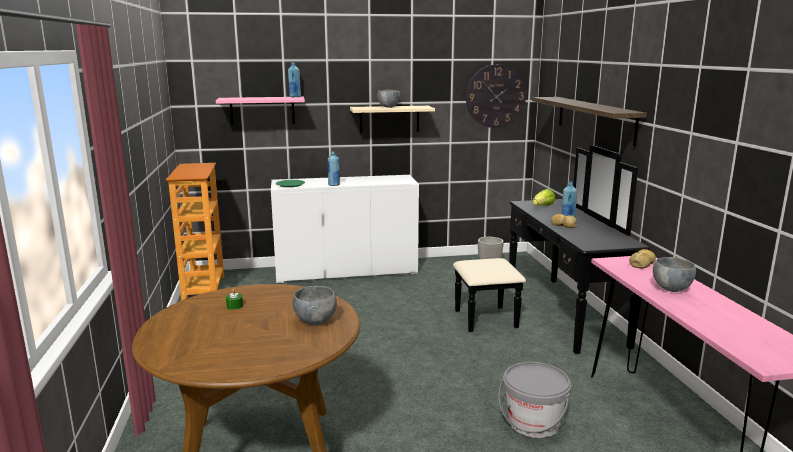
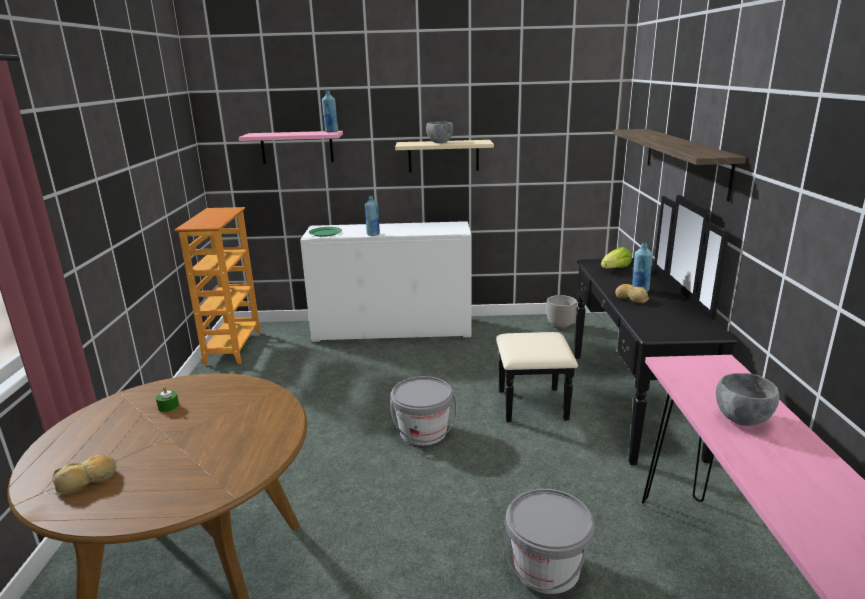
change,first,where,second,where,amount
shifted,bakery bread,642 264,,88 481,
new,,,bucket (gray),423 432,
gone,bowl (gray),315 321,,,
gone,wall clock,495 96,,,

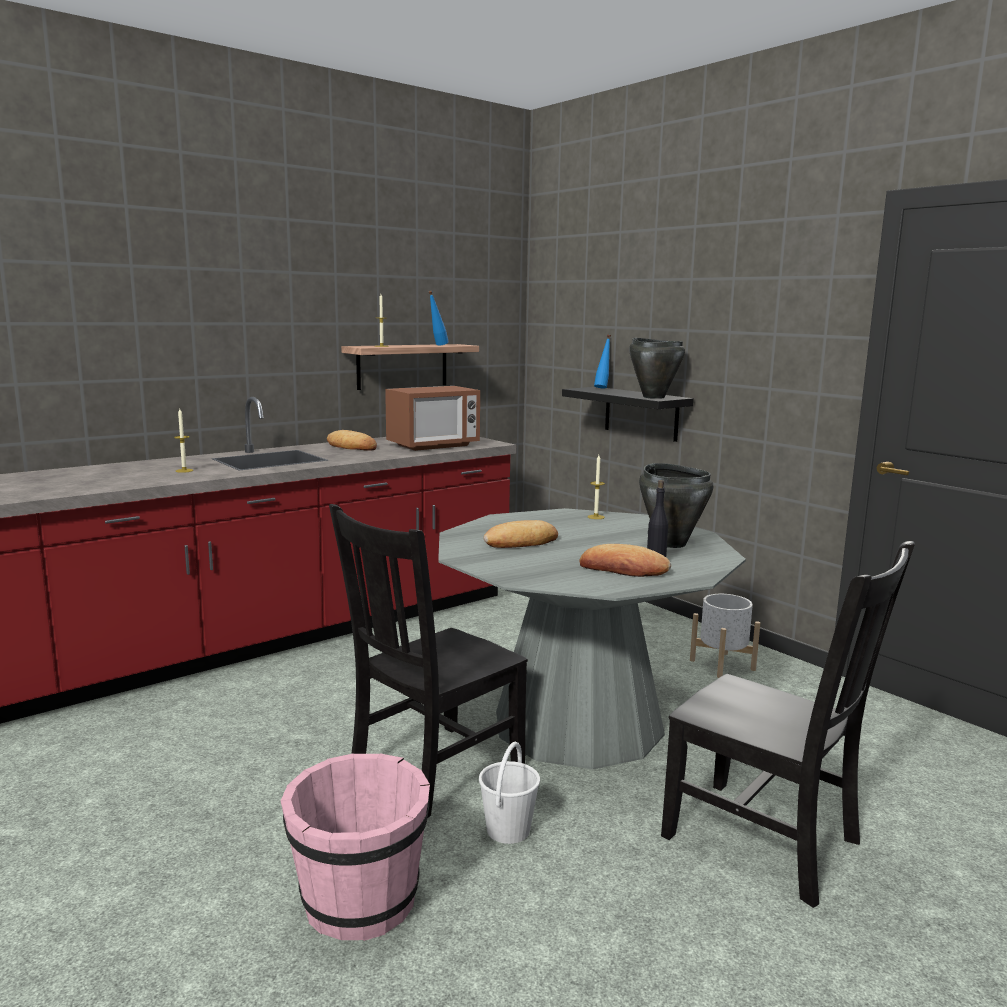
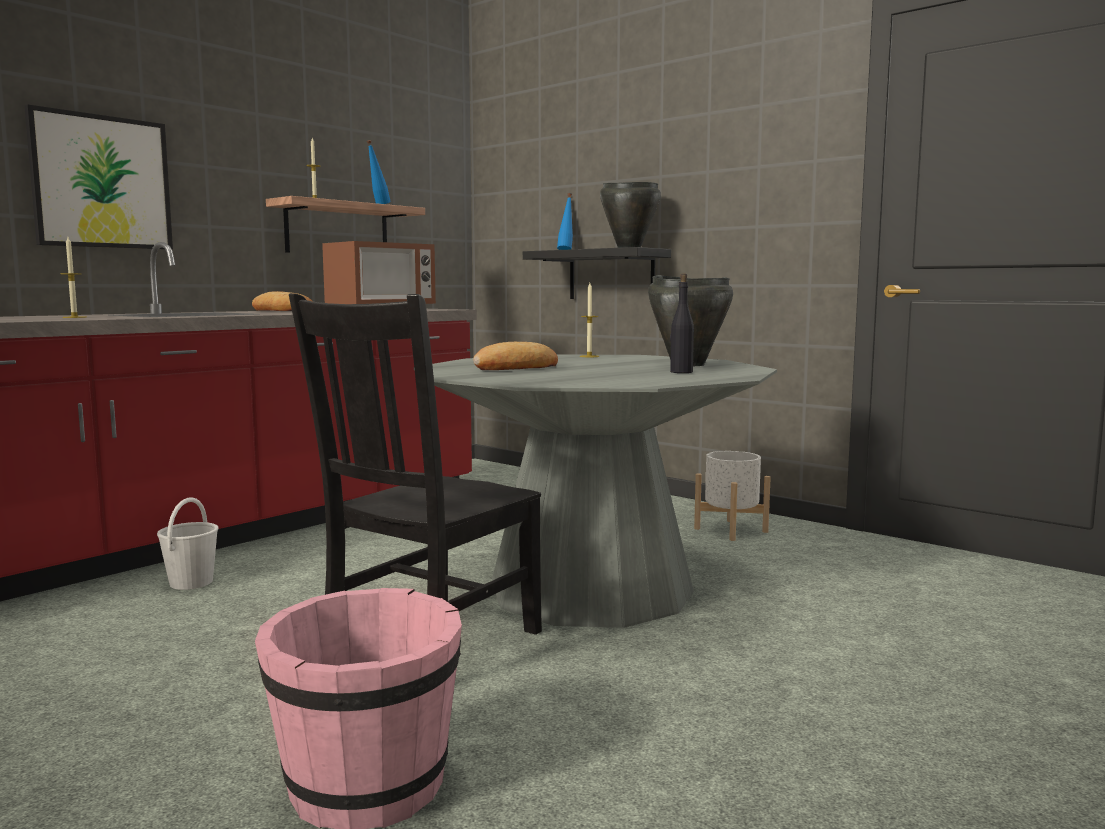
change,first,where,second,where,amount
new,,,picture,101 182,
shifted,bucket (white),508 830,,191 583,
gone,bakery bread,623 569,,,
gone,plain chair (blackish),767 841,,,

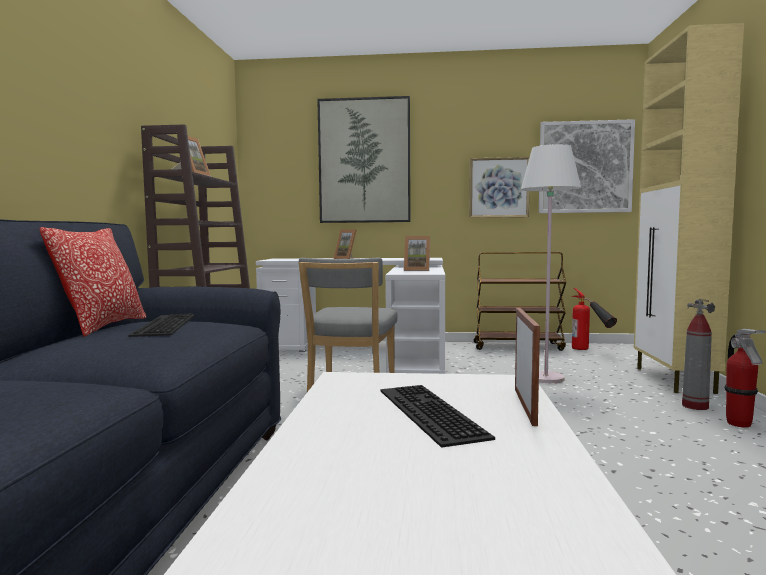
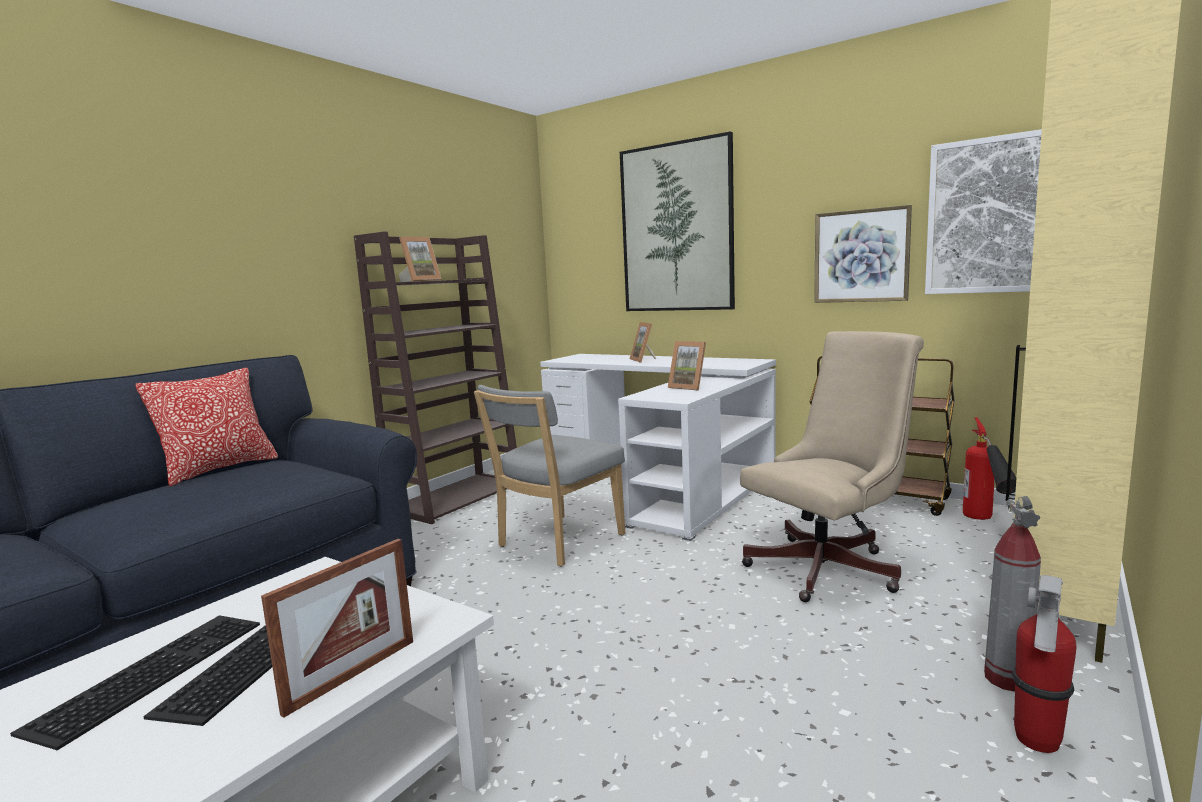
change,first,where,second,where,amount
shifted,PC keyboard,163 325,,151 671,
swapped,standing lamp (white),546 378,computer chair (sand-coloured),830 567,

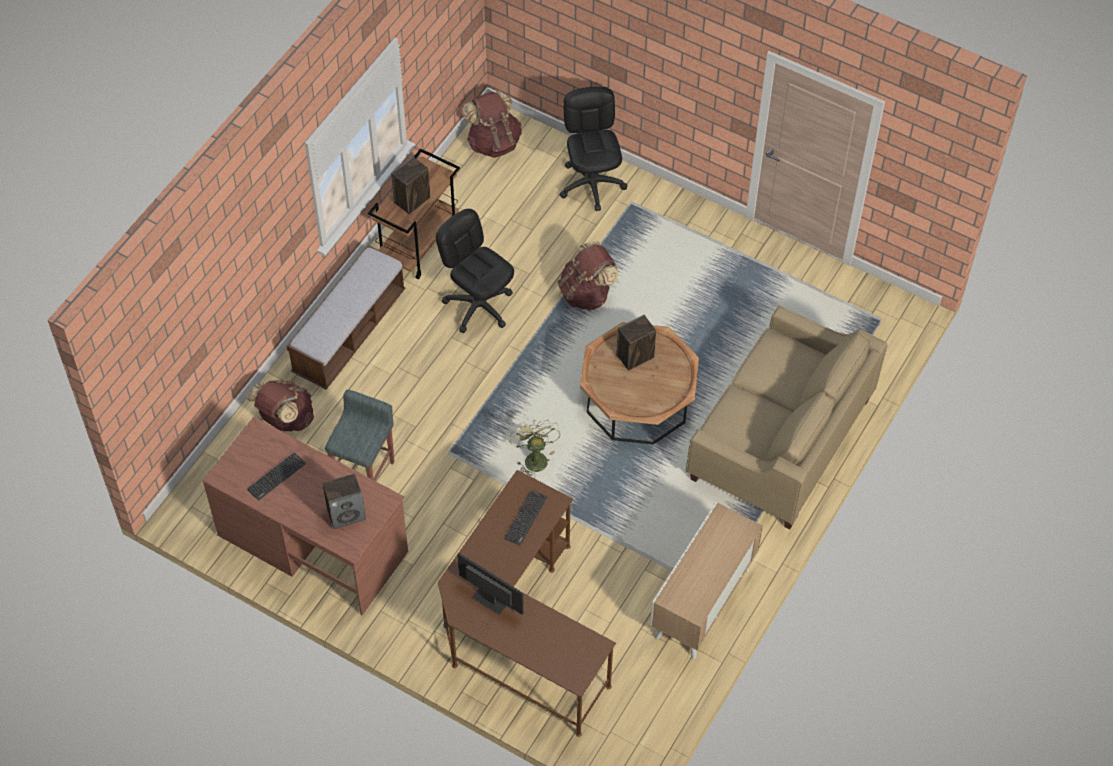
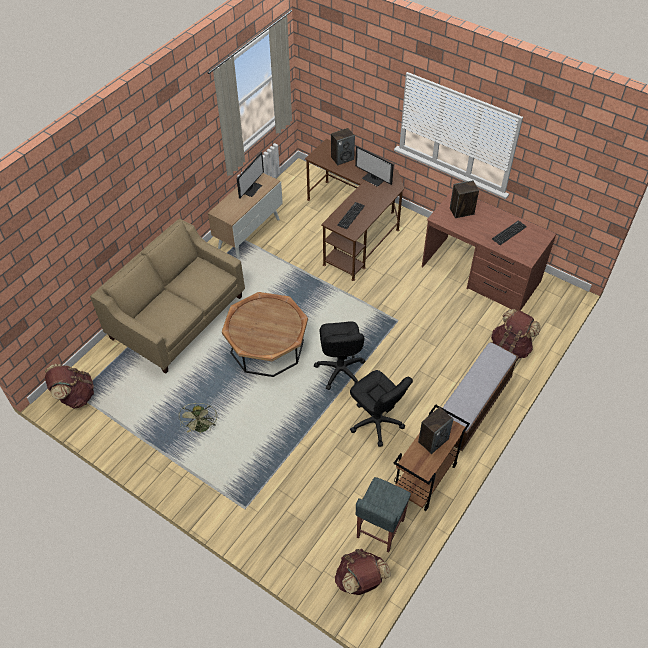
change,first,where,second,where,amount
shifted,knapsack (brown),586 293,,75 396,
shifted,cooling fan (green),534 457,,202 428,
new,,,computer display,251 189,
shifted,computer chair (blackish),592 184,,340 370,
shifted,speaker,635 356,,342 158,
shifted,sitting stool (gray),365 472,,380 529,

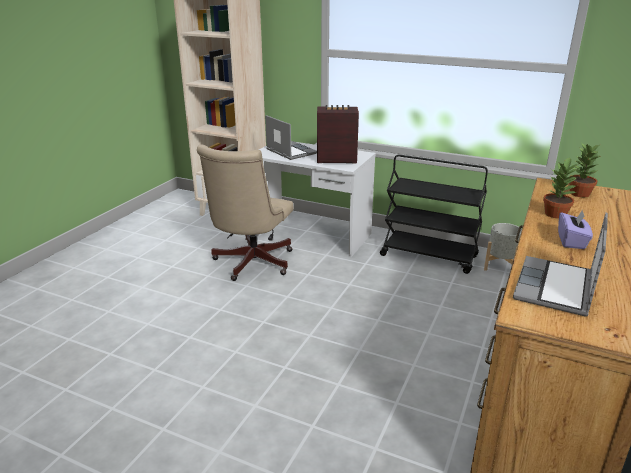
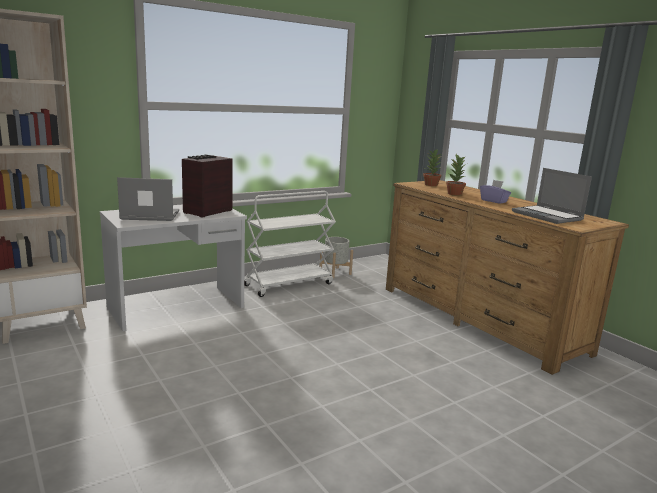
change,first,where,second,where,amount
repainted,wheeled cart (blackish),429 256,wheeled cart (white),289 284,
gone,computer chair (sand-coloured),250 264,,,

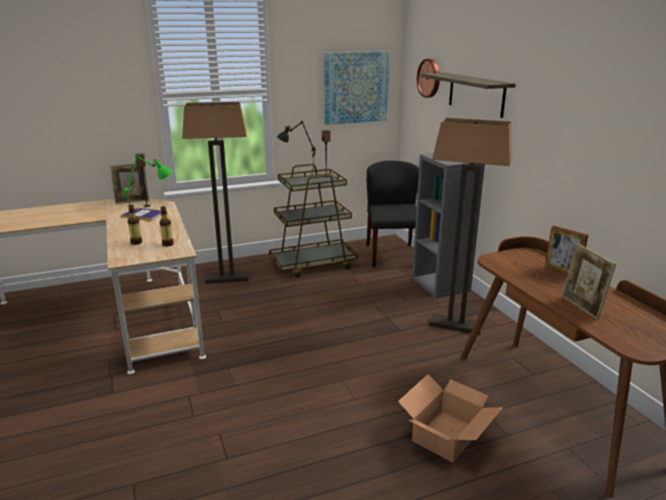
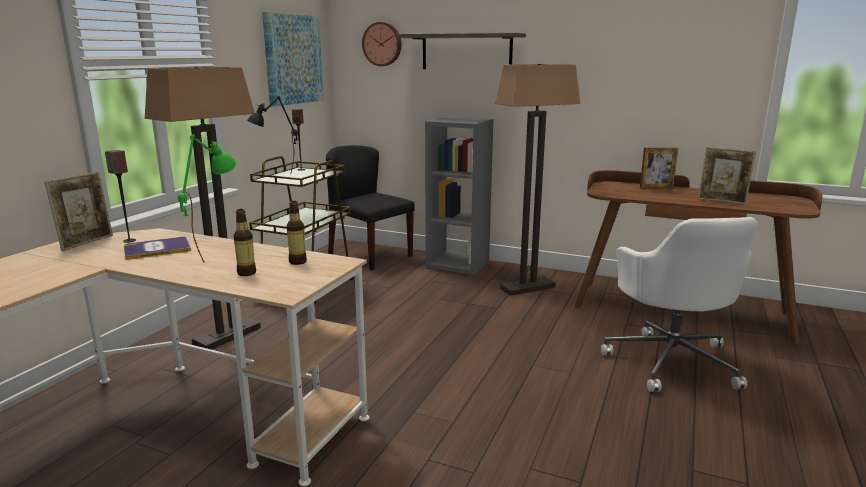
change,first,where,second,where,amount
swapped,cardboard box,445 435,computer chair (white),671 360,

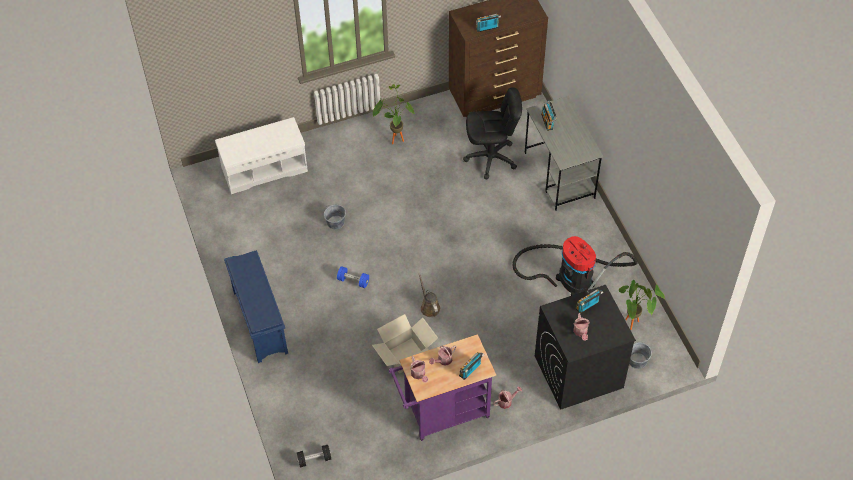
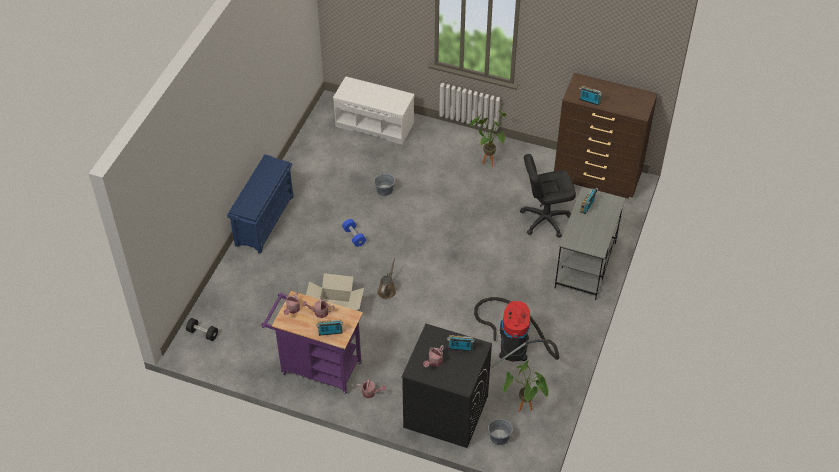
change,first,where,second,where,amount
rotated,computer chair (blackish),491 158,,545 219,135 degrees clockwise

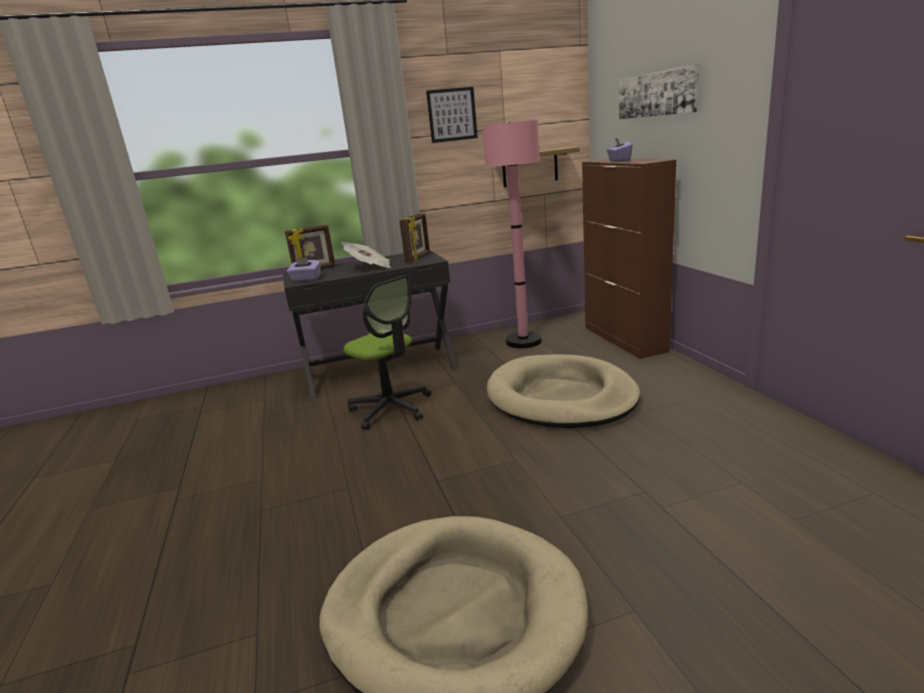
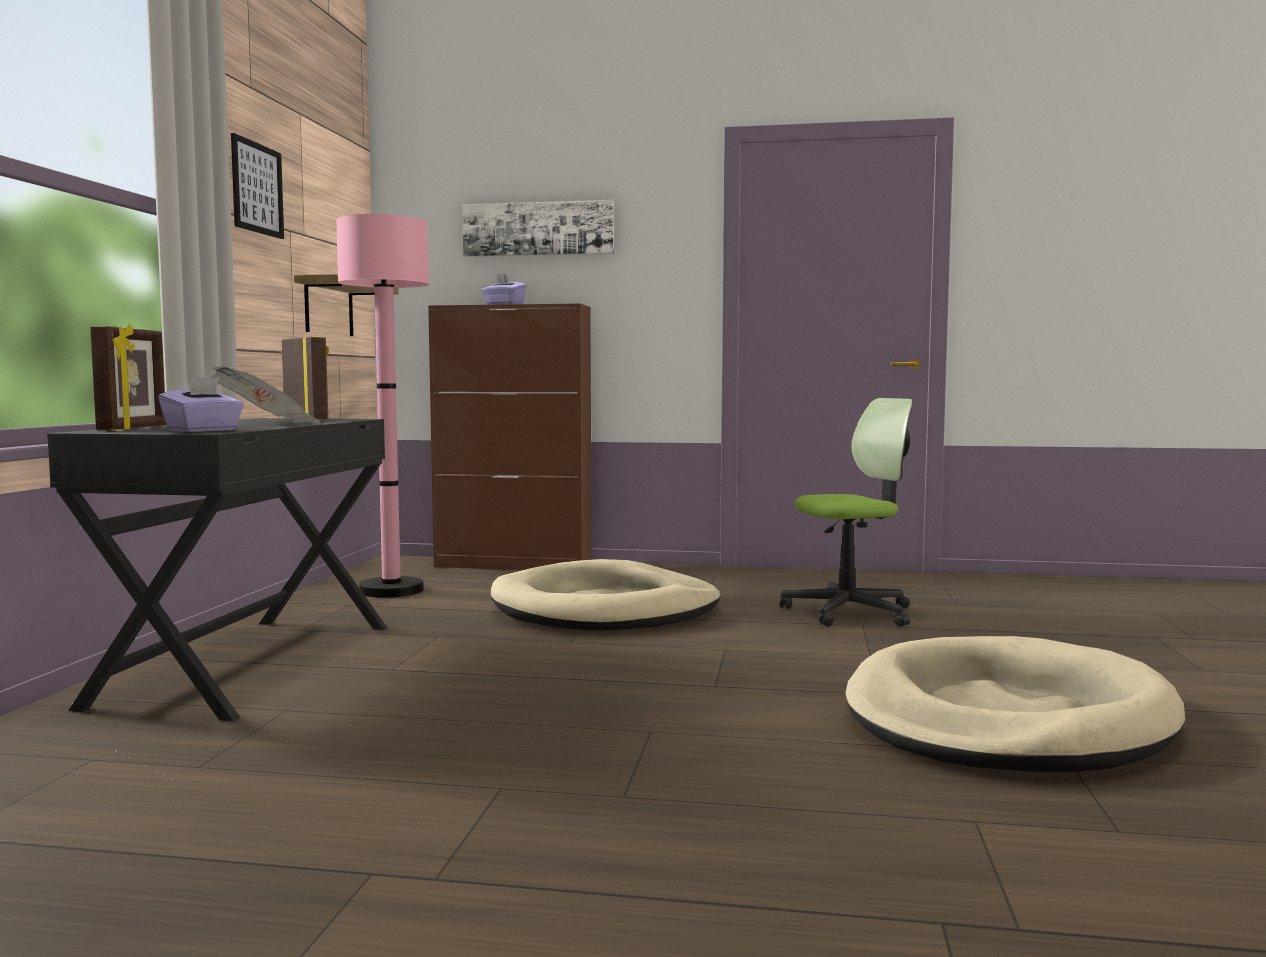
change,first,where,second,where,amount
shifted,computer chair,391 408,,849 612,

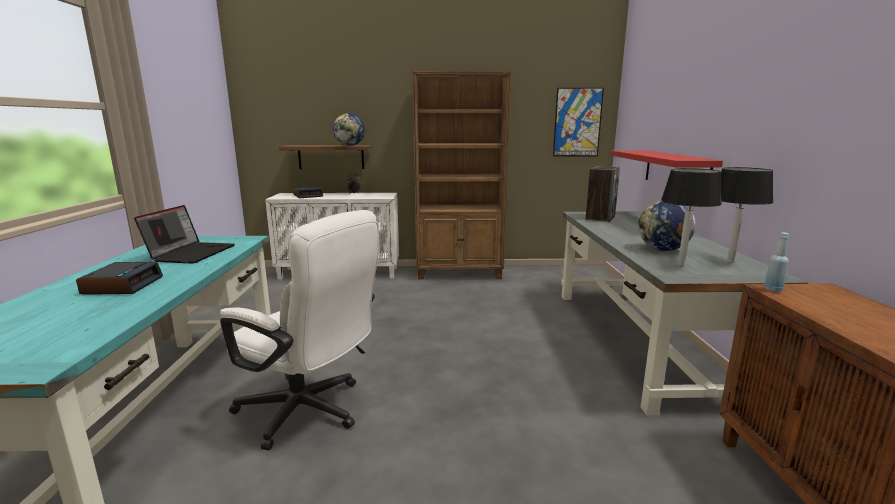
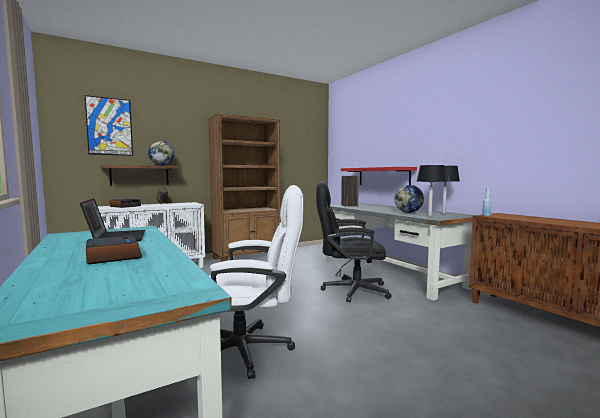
change,first,where,second,where,amount
shifted,picture,577 122,,109 126,
new,,,computer chair (blackish),348 290,

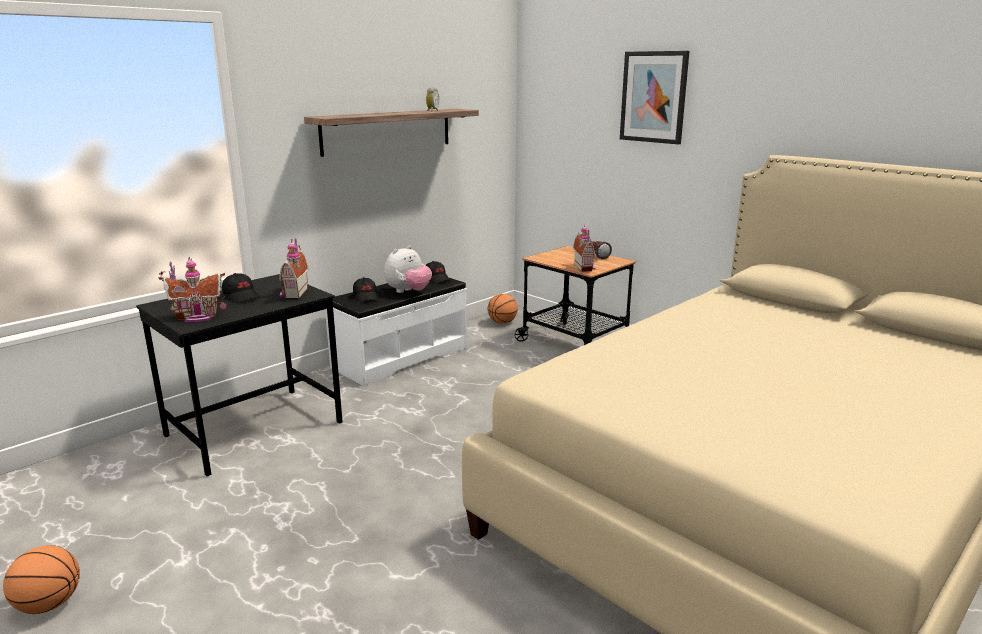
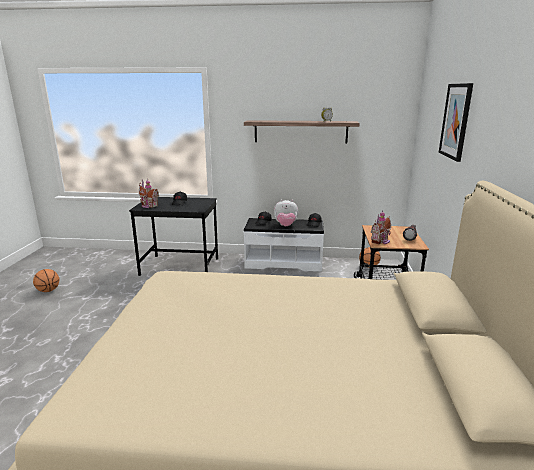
change,first,where,second,where,amount
gone,miniature house,293 293,,,

